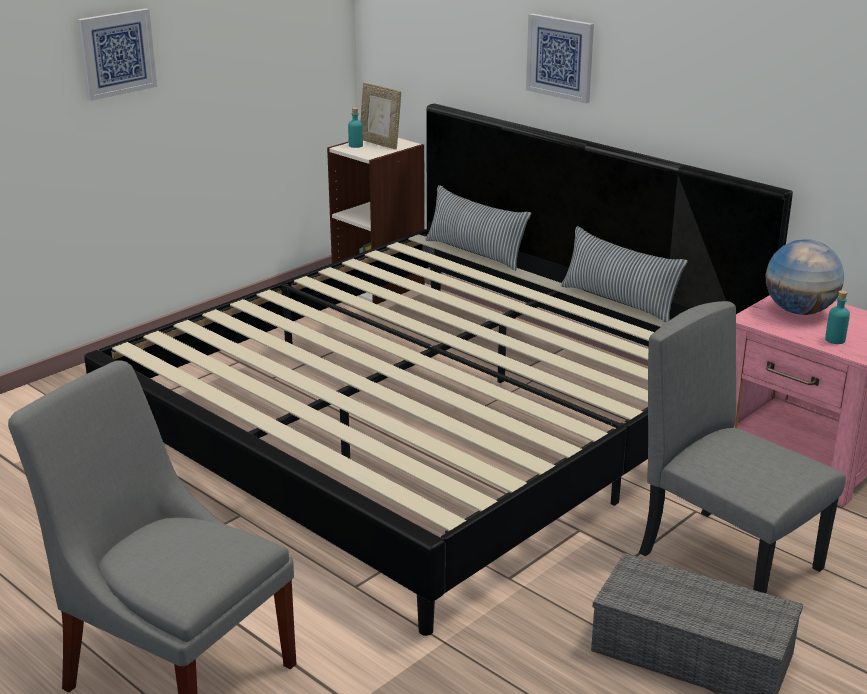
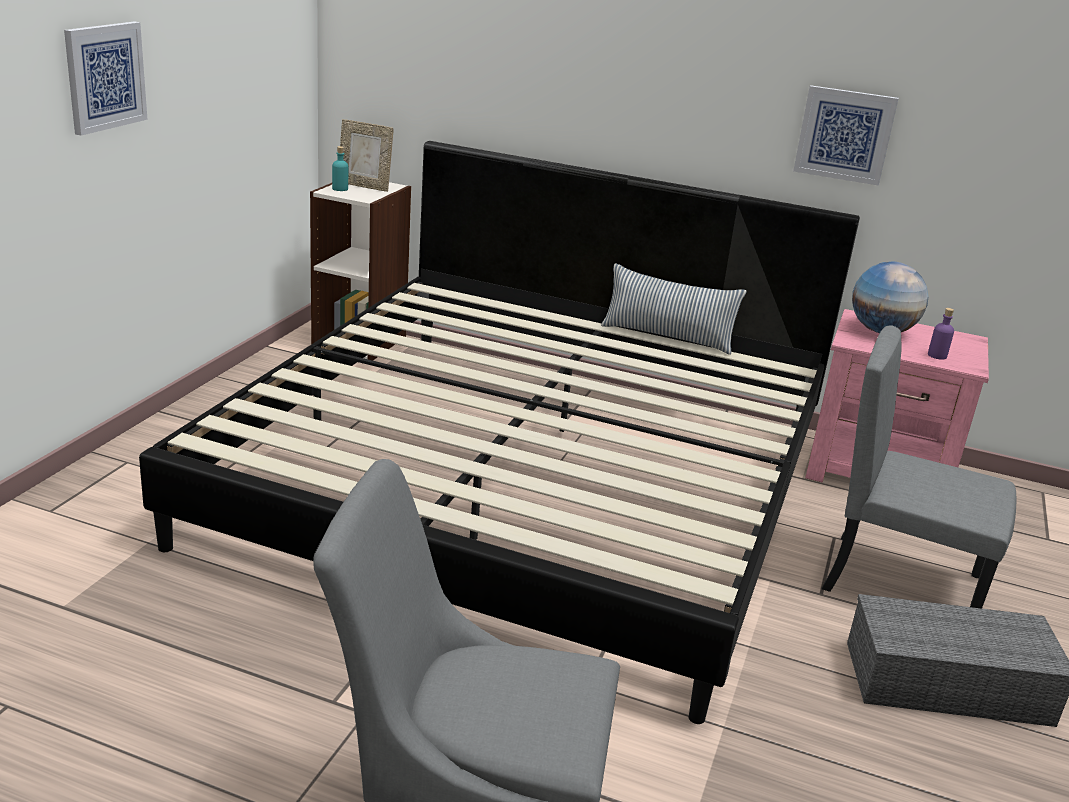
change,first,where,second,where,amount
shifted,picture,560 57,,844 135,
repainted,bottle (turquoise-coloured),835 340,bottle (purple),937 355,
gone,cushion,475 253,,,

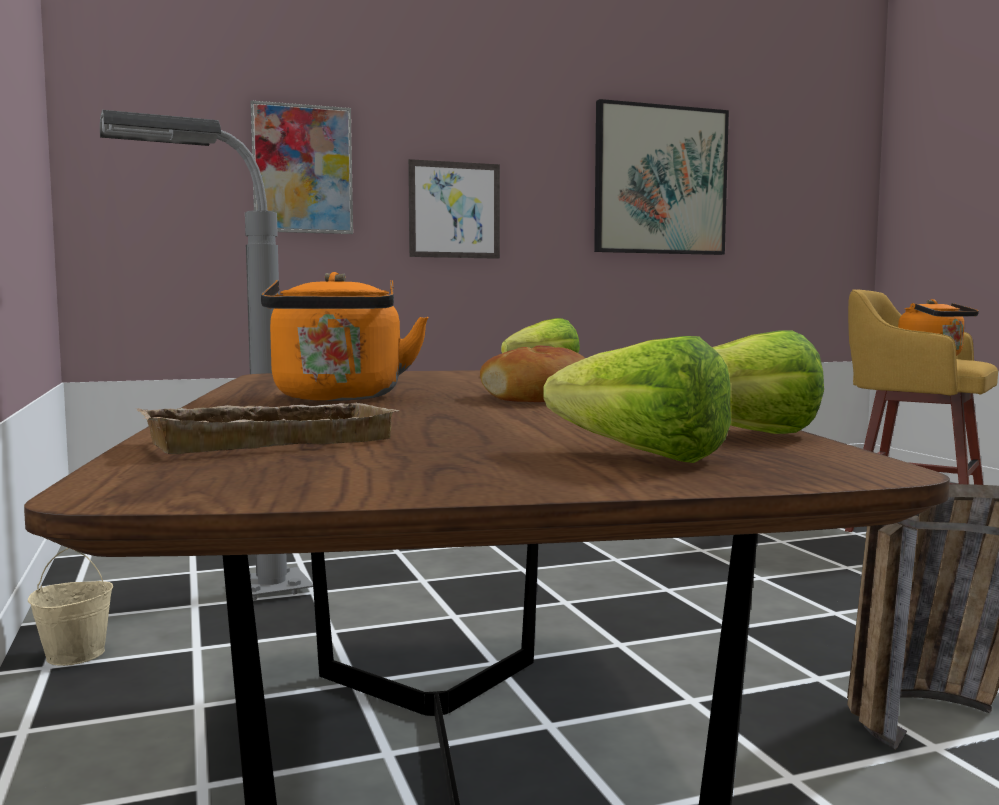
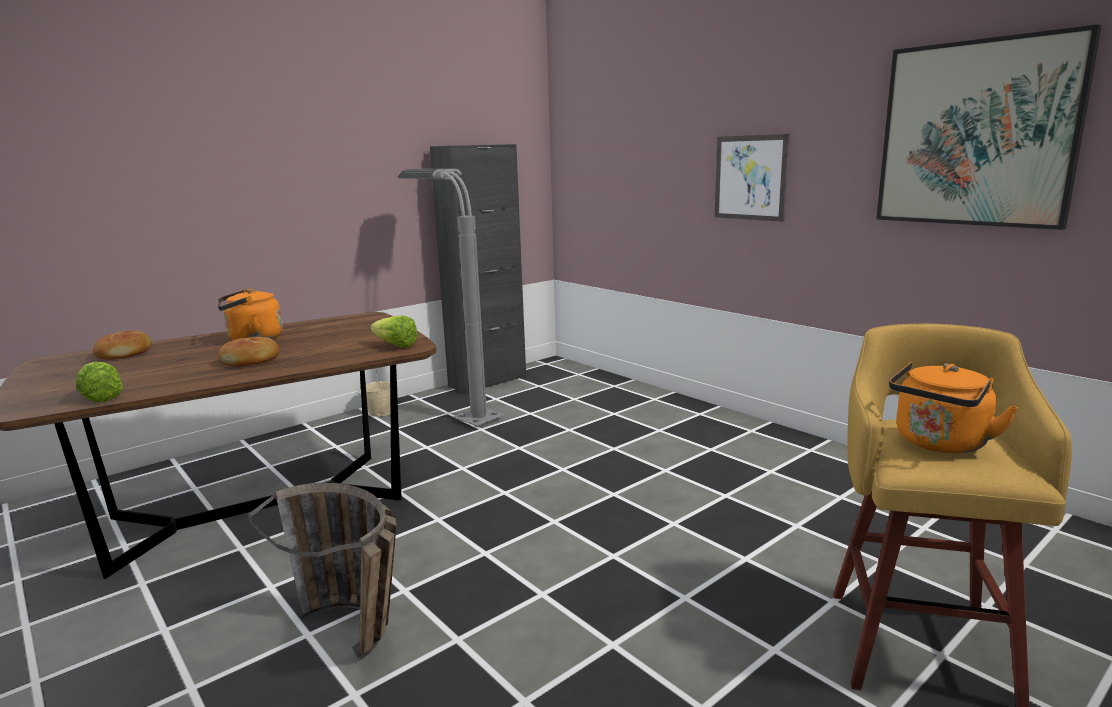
change,first,where,second,where,amount
swapped,serving tray (sand-coloured),270 440,bakery bread,125 354,
new,,,cabinet (blackish),487 381,
gone,picture,302 169,,,
gone,head of lettuce,628 455,,,

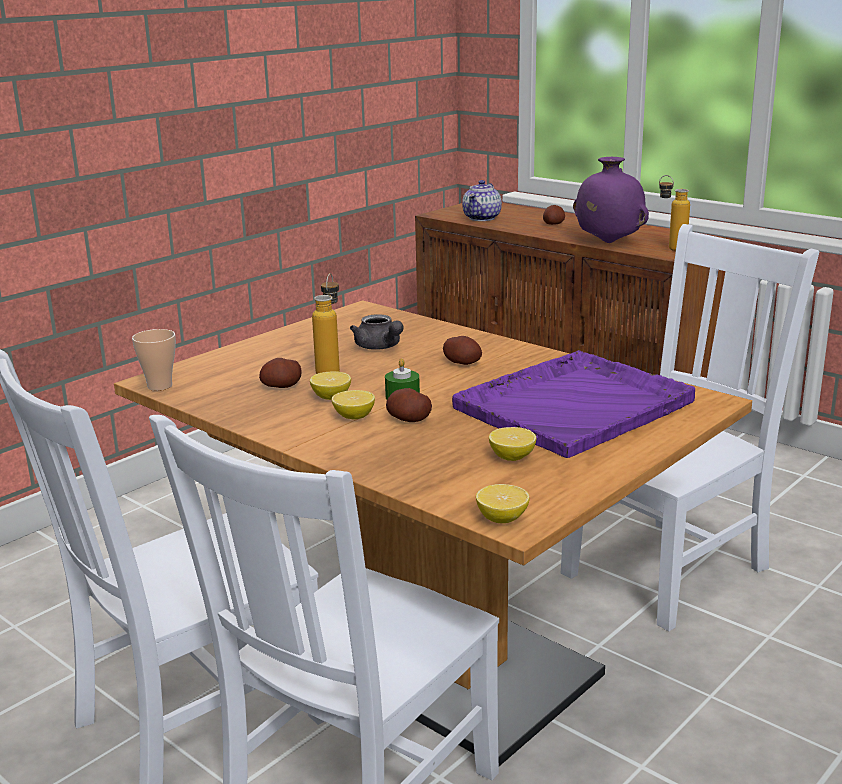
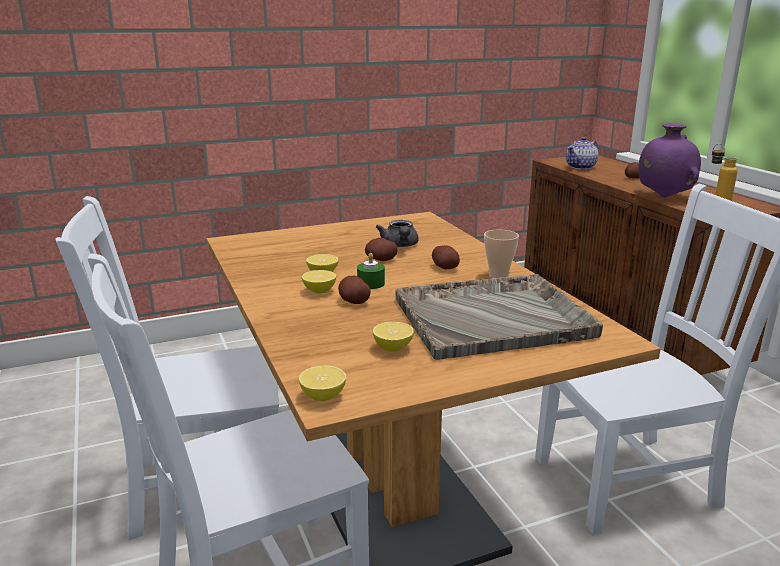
change,first,where,second,where,amount
shifted,spud,281 386,,381 259,
repainted,serving tray (purple),575 405,serving tray (gray),494 318,
shifted,drinking cup,159 386,,498 276,
gone,bottle,330 370,,,

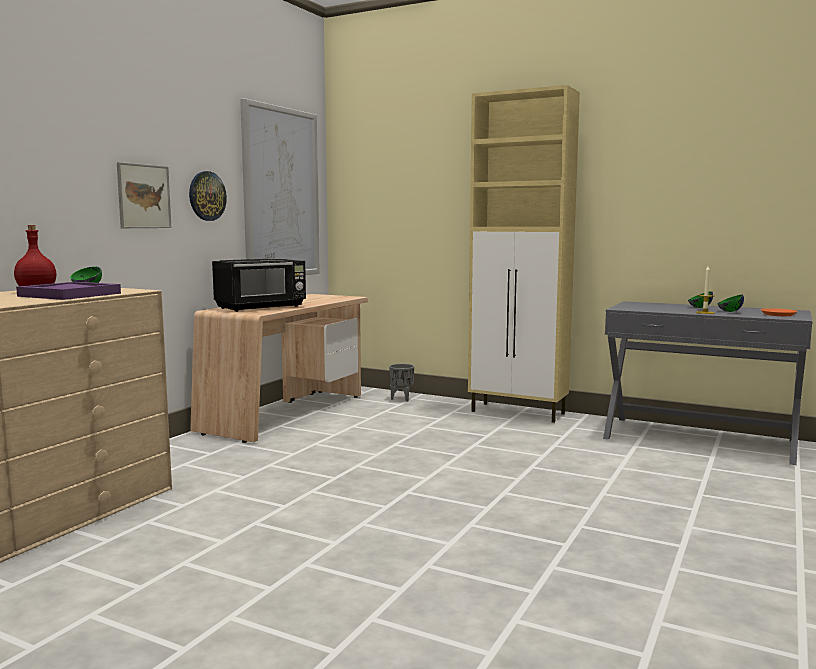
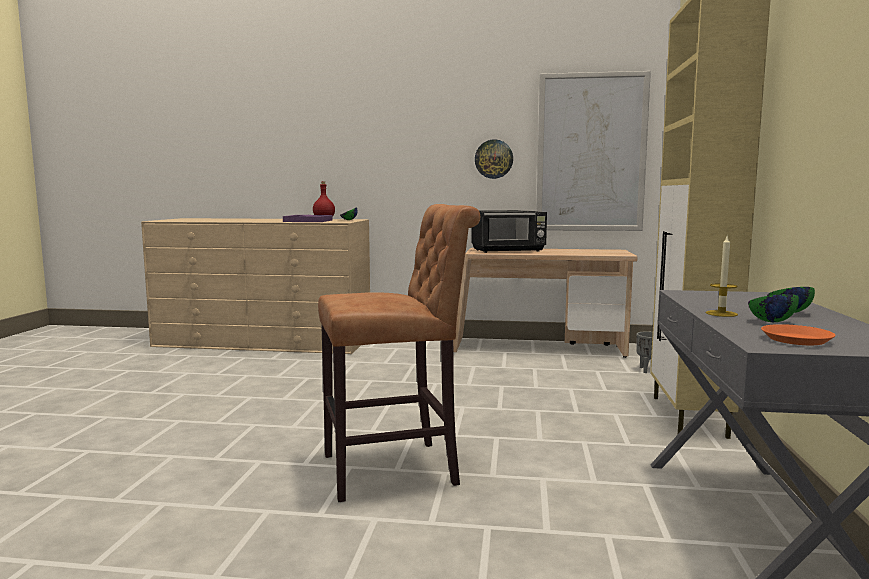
change,first,where,second,where,amount
new,,,sitting stool (brown),397 470,
rotated,microwave (blackish),261 307,,509 250,45 degrees counterclockwise
gone,picture,144 196,,,

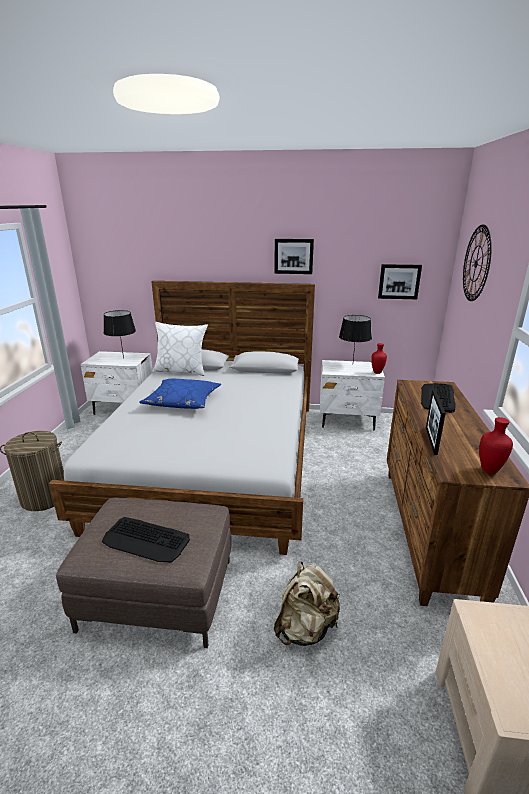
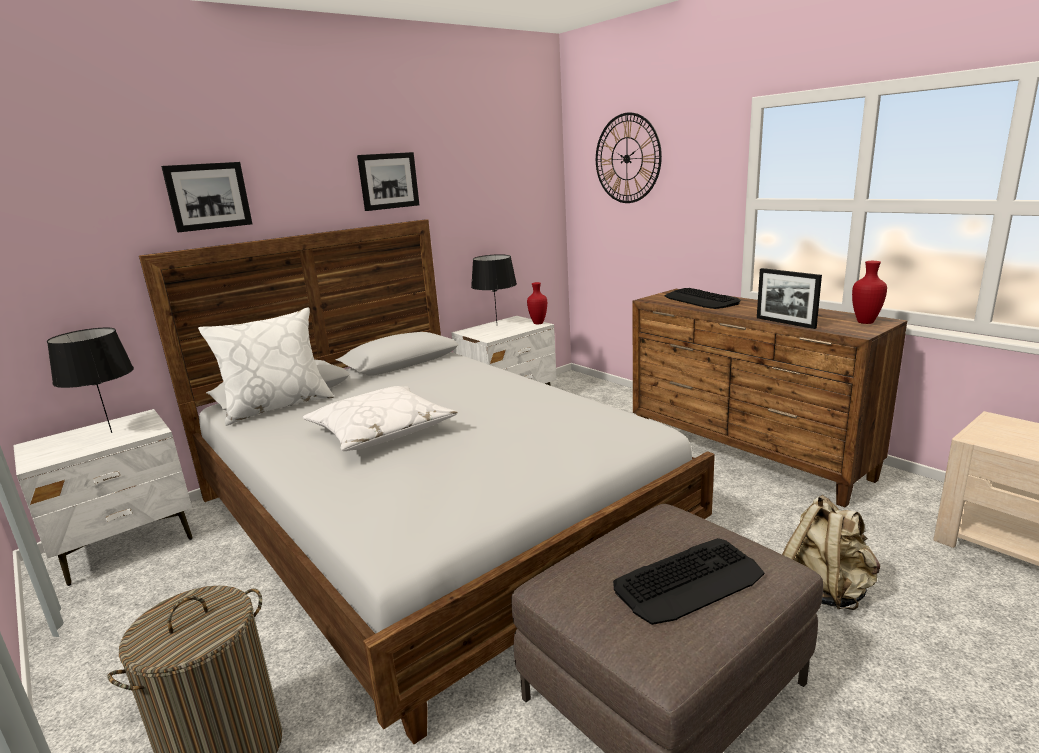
change,first,where,second,where,amount
shifted,picture,399 281,,208 196,
repainted,cushion (blue),183 401,cushion (white),381 431,

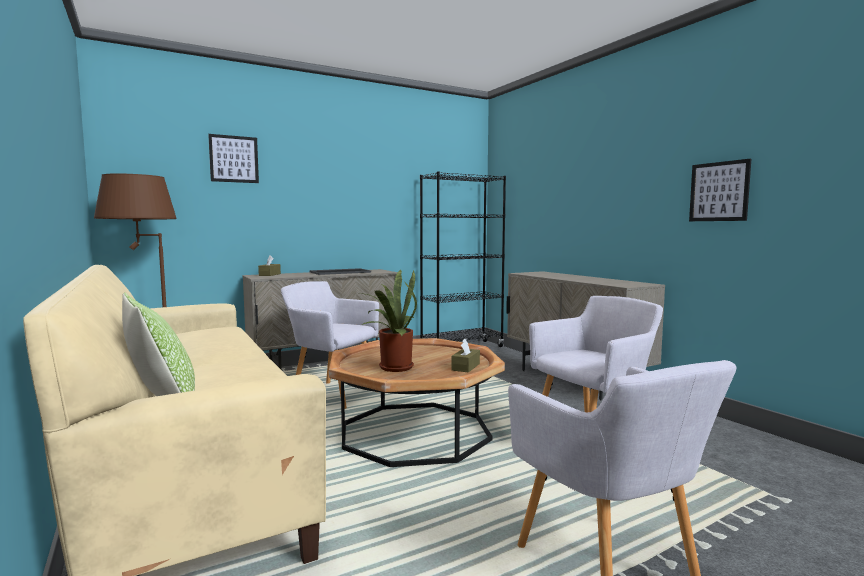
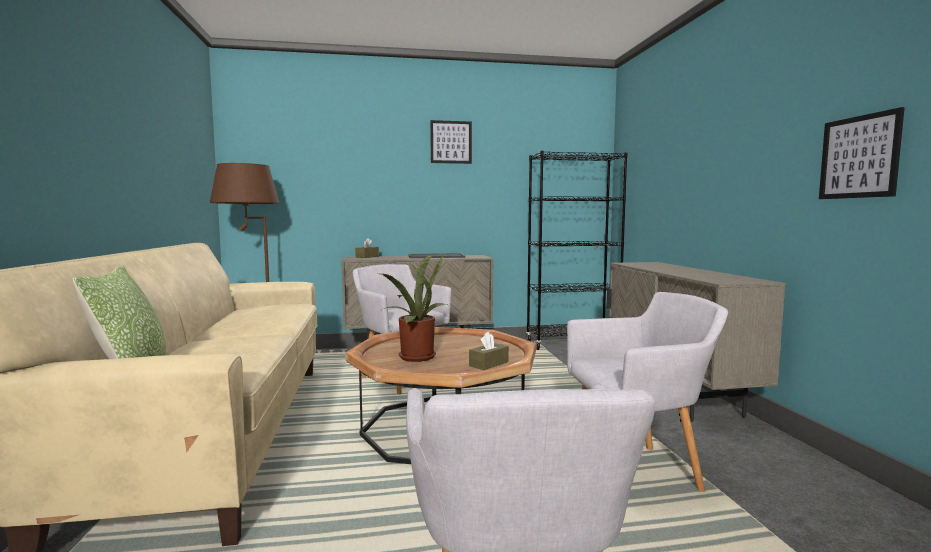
change,first,where,second,where,amount
shifted,picture,234 159,,451 142,

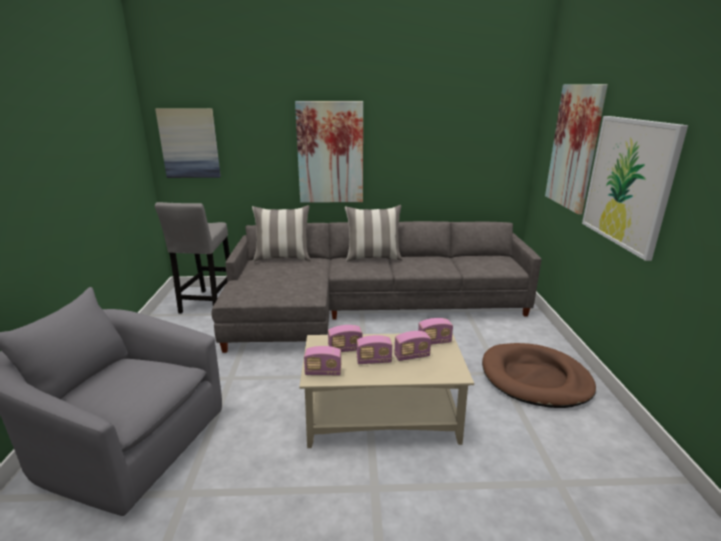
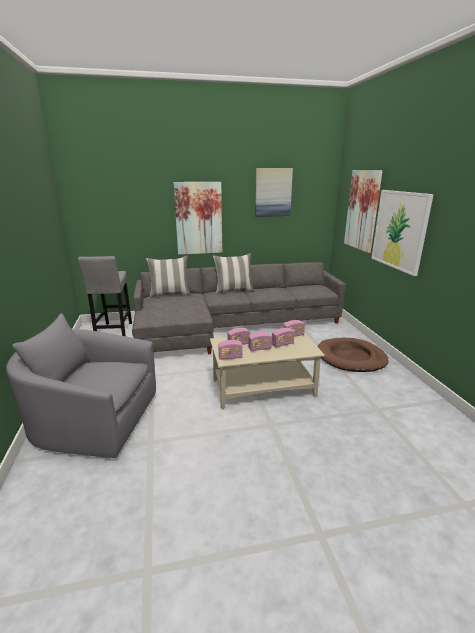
change,first,where,second,where,amount
shifted,picture,189 143,,273 192,

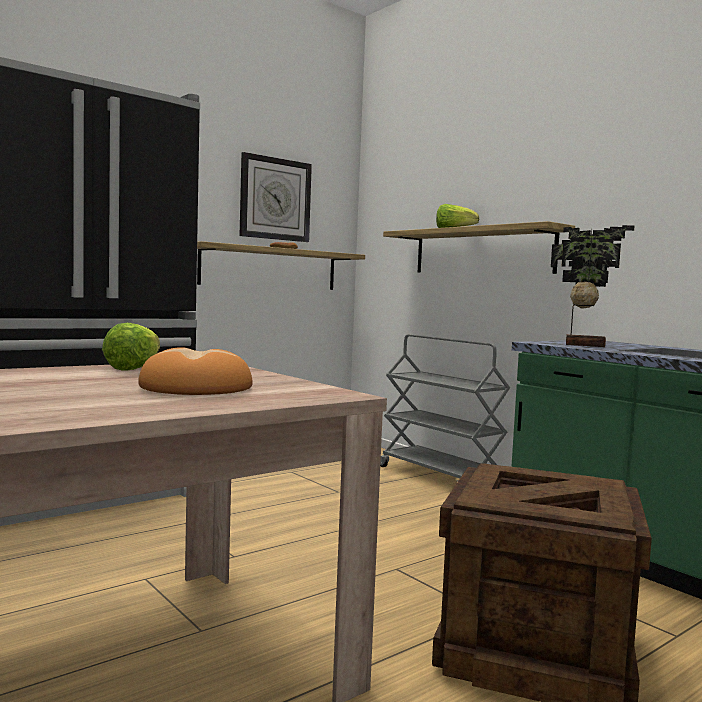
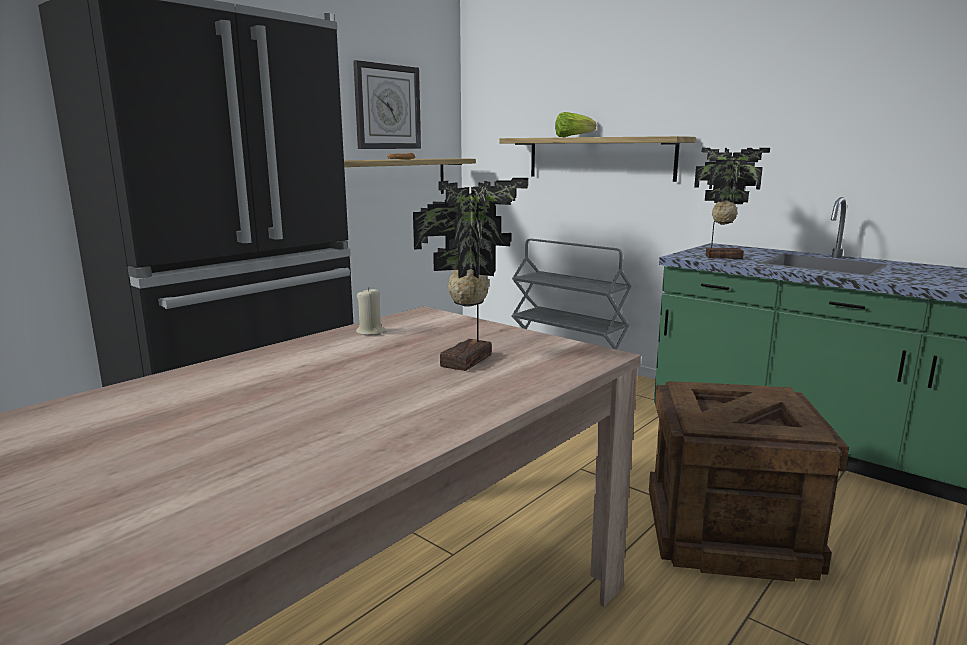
change,first,where,second,where,amount
swapped,head of lettuce,134 368,wax light (sand-coloured),371 332,
swapped,bakery bread,195 388,houseplant,471 361,

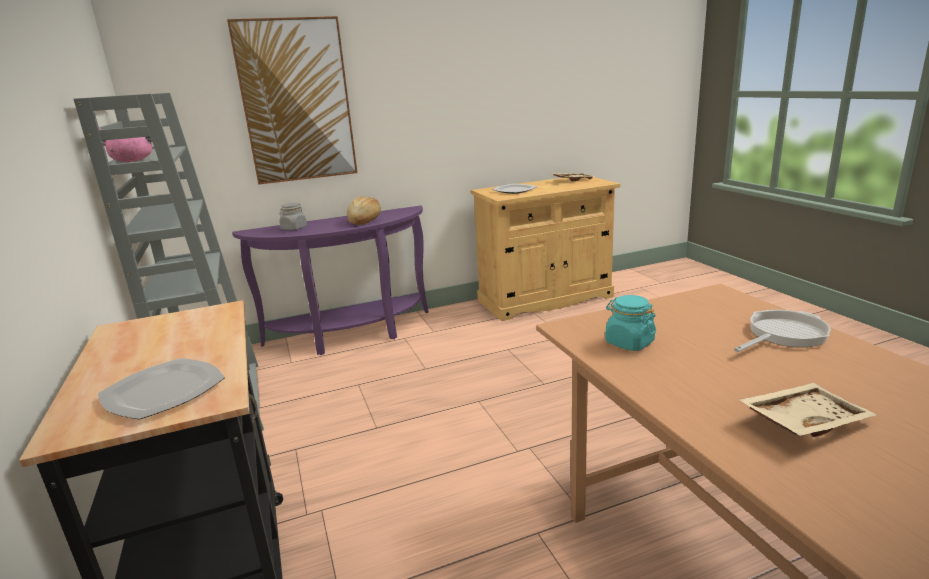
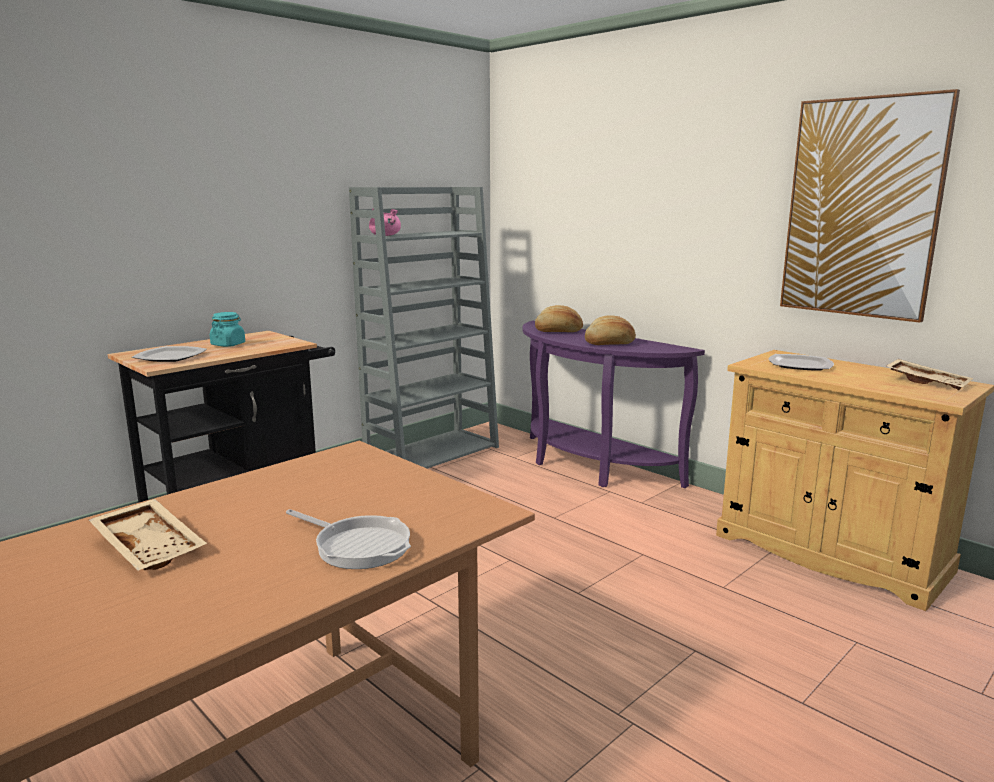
change,first,where,second,where,amount
shifted,storage jar (turquoise-coloured),629 342,,228 344,
swapped,storage jar (gray),294 228,bakery bread,558 331,
shifted,picture,296 101,,862 208,

